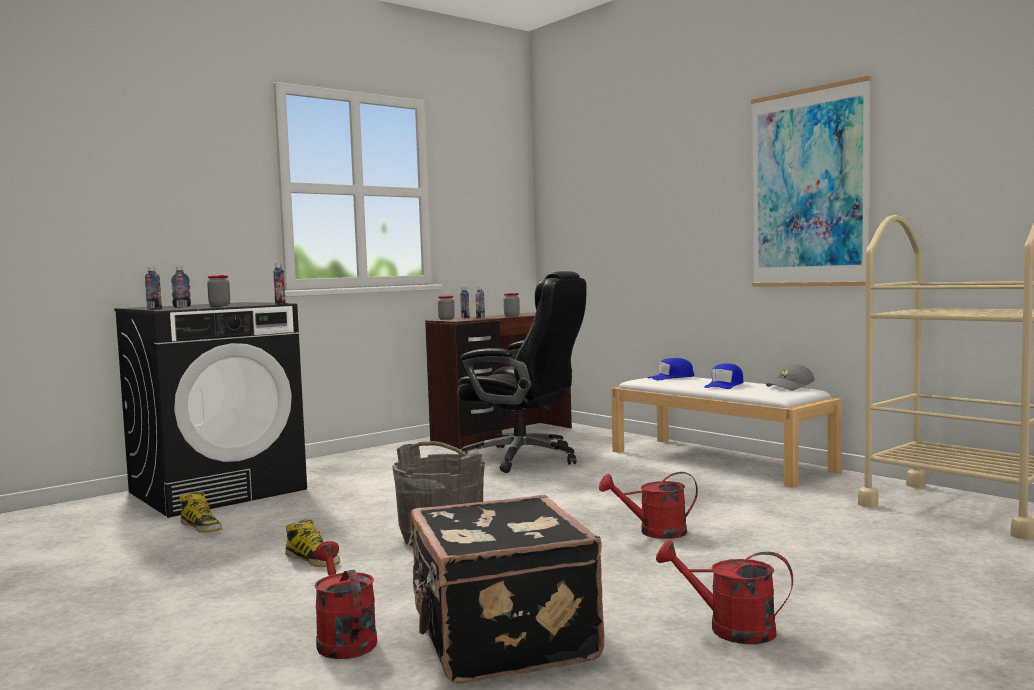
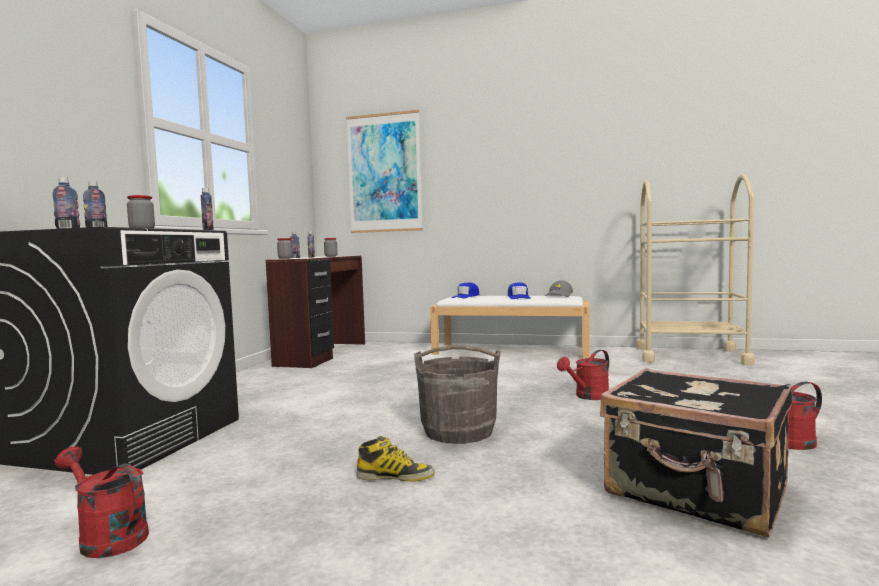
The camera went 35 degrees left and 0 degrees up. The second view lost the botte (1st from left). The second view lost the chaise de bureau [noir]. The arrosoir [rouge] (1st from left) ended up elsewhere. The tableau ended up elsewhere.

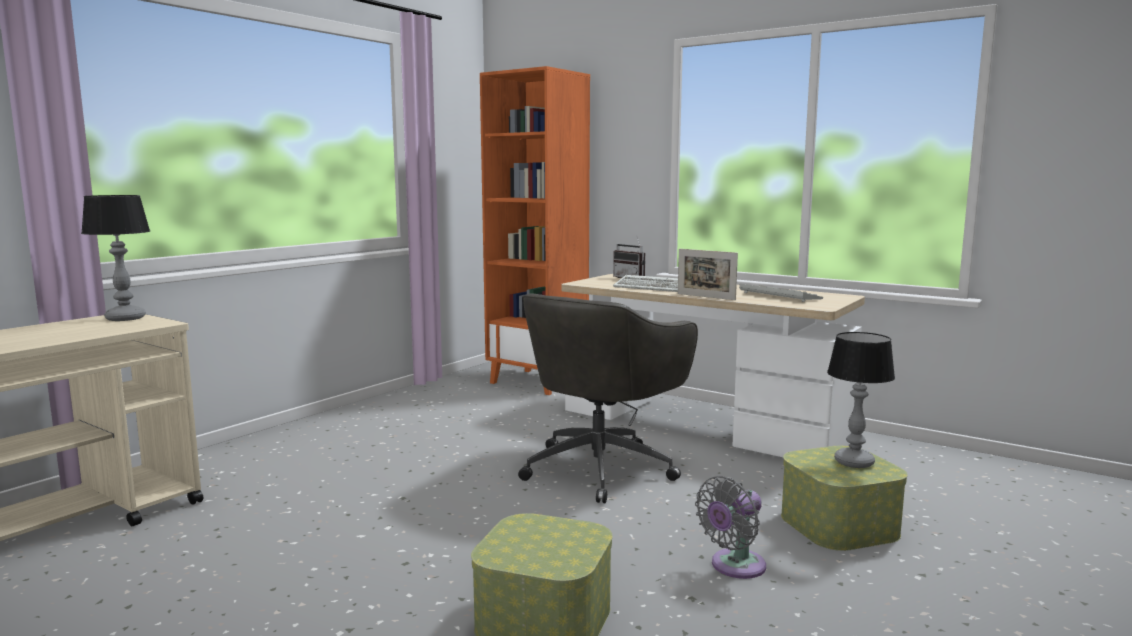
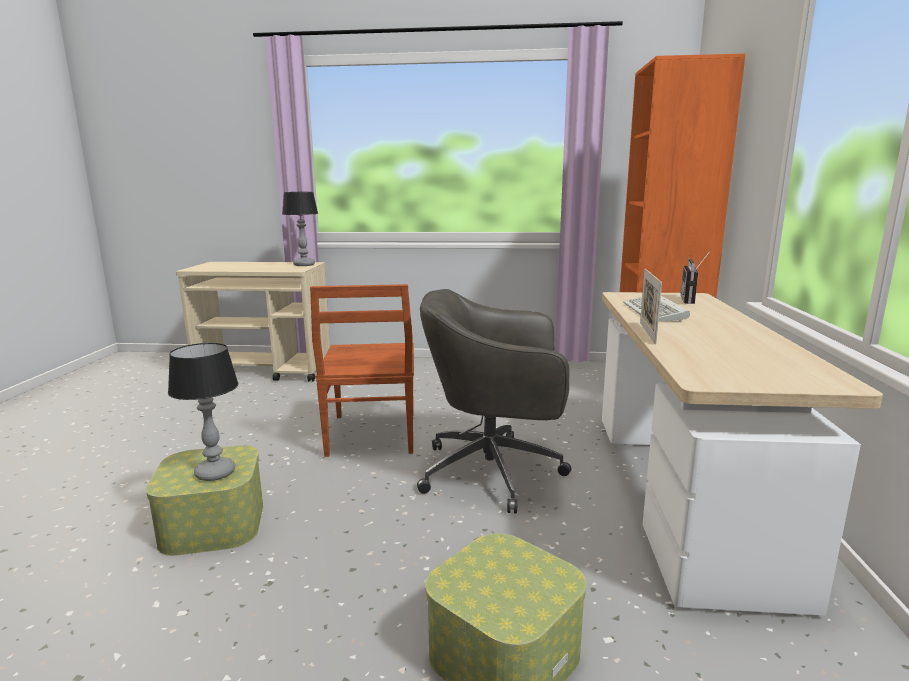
The camera went 60 degrees right and 5 degrees up. The second view lost the ventilateur [gris]. The second view lost the clavier (2nd from left). The second view gained the chaise [marron]. The lampe de table (2nd from left in the first image) ended up elsewhere.

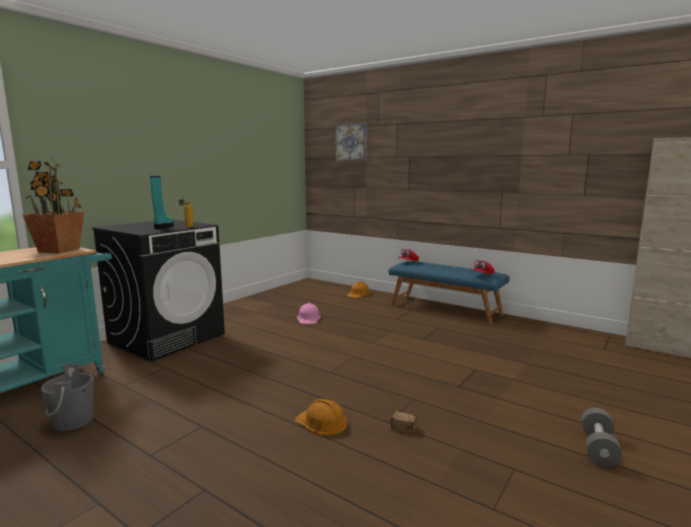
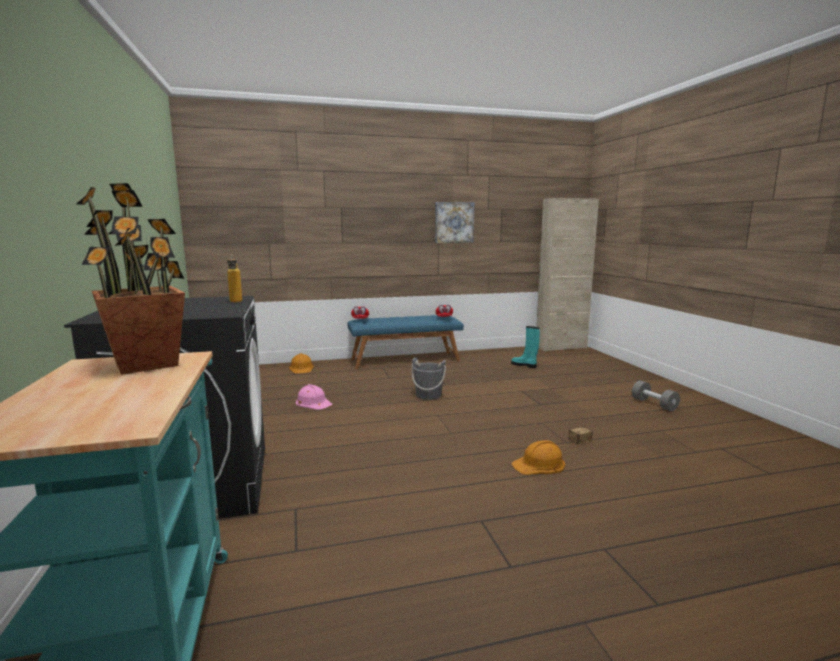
The camera went 50 degrees left and 0 degrees up. The seau [gris] ended up elsewhere. The botte [turquoise] ended up elsewhere. The tableau ended up elsewhere.

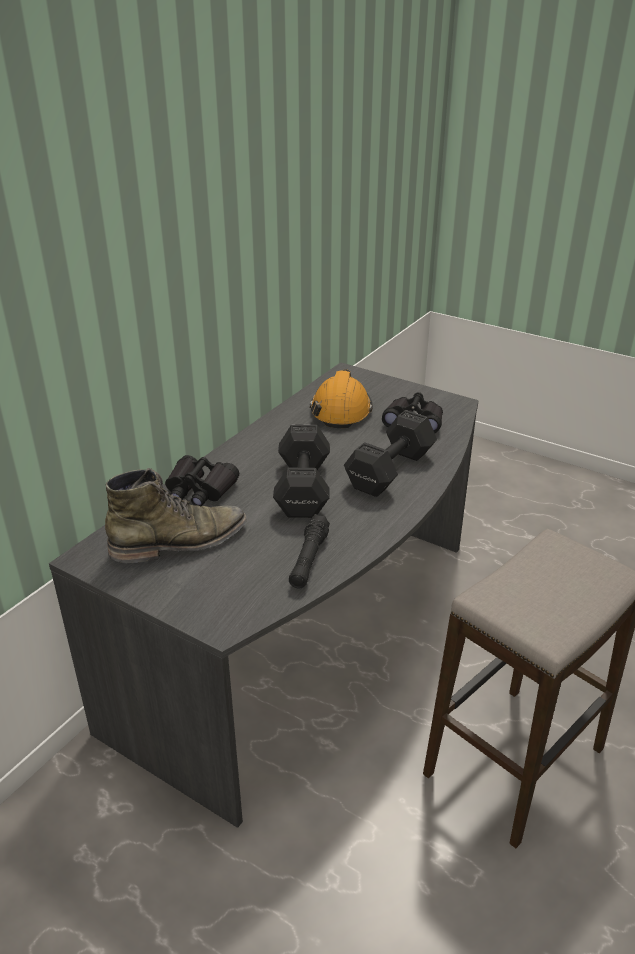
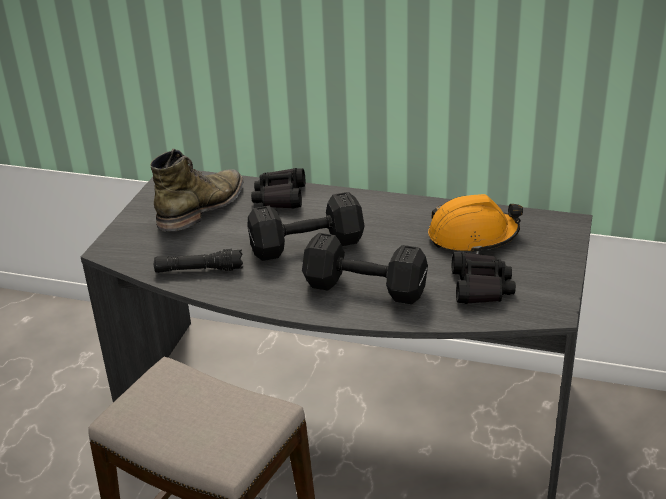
The camera went 75 degrees right and 0 degrees up. The botte [vert] ended up facing another way, 105 degrees counterclockwise from before.

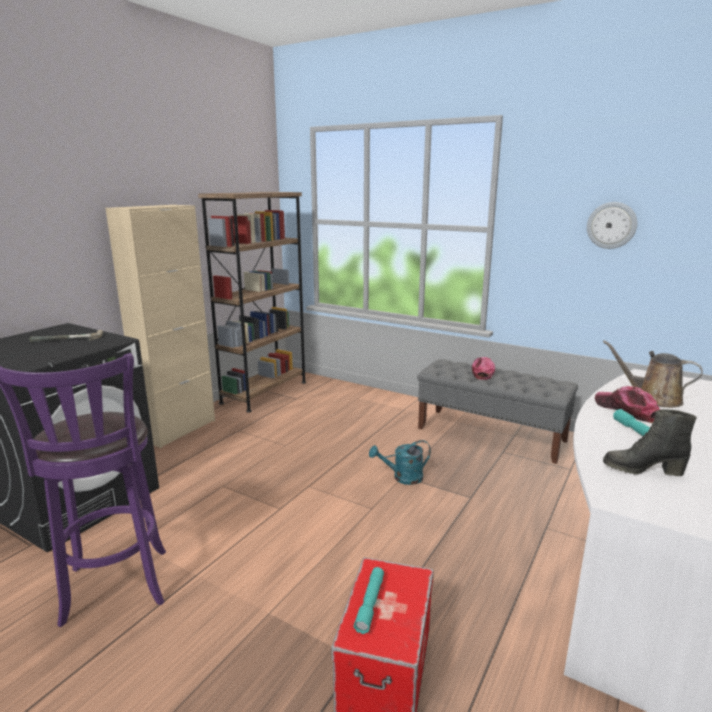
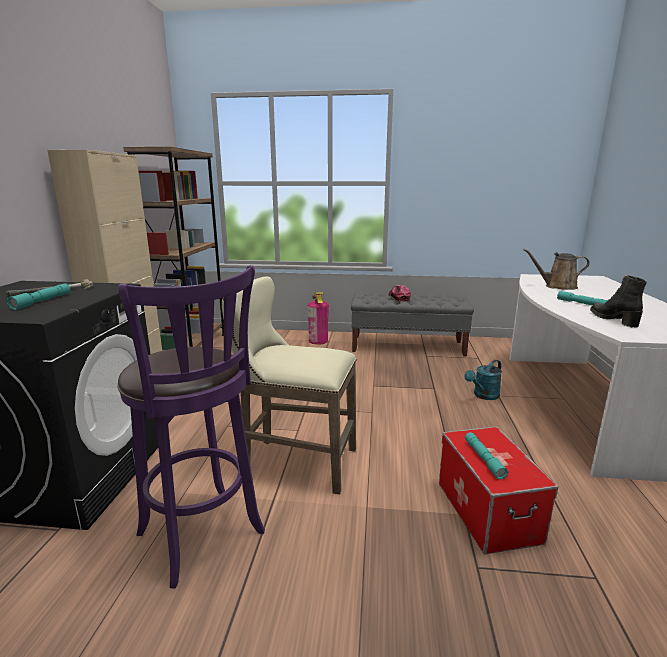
The camera went 25 degrees left and 0 degrees up. The second view lost the horloge murale. The second view lost the casquette (2nd from left). The second view gained the lampe de poche [turquoise] (1st from left). The second view gained the tabouret [beige]. The second view gained the extincteur. The arrosoir [turquoise] ended up elsewhere. The botte [noir] ended up facing another way, 90 degrees clockwise from before.

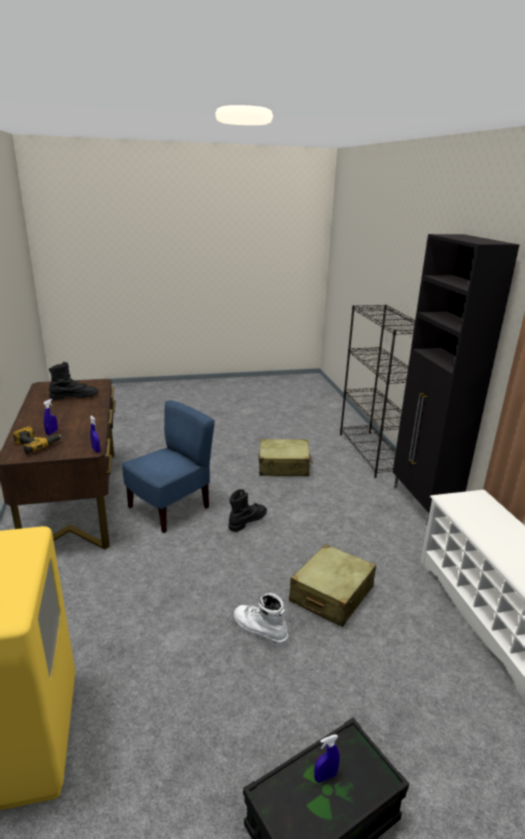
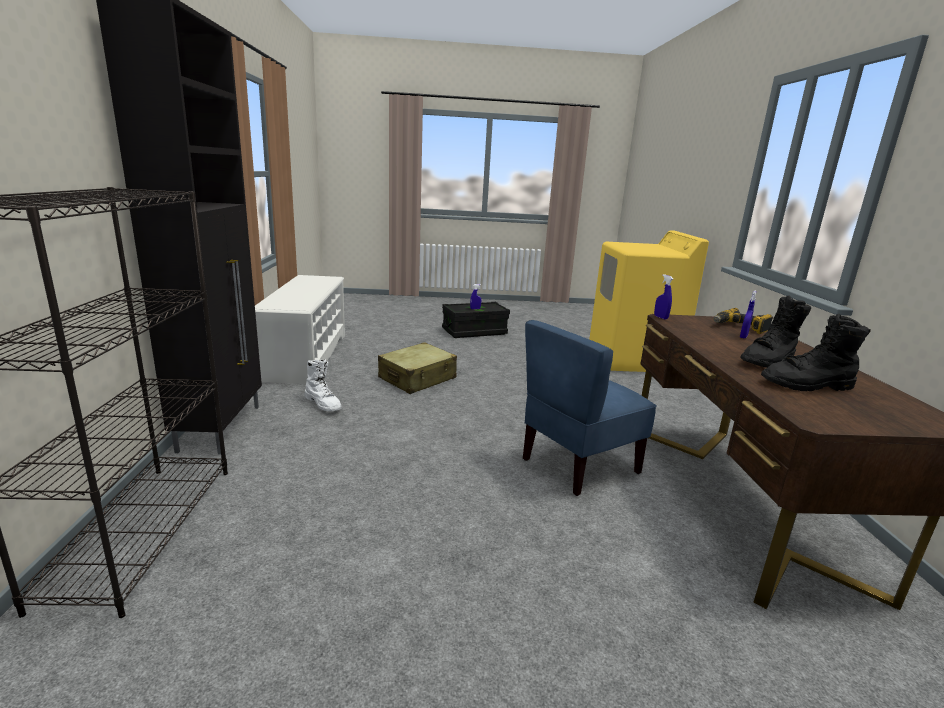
The camera went 170 degrees left and 5 degrees down. The second view lost the valise [beige] (1st from left). The botte [noir] (2nd from left in the first image) ended up elsewhere. The botte [blanc] ended up elsewhere.

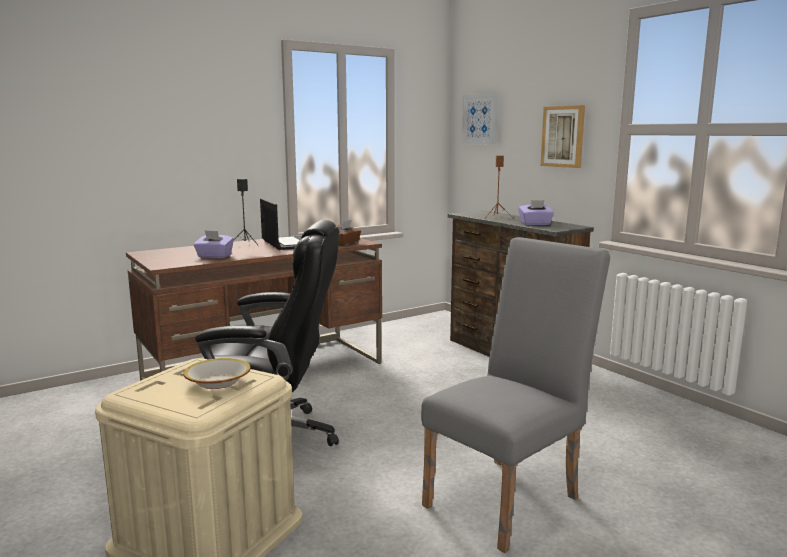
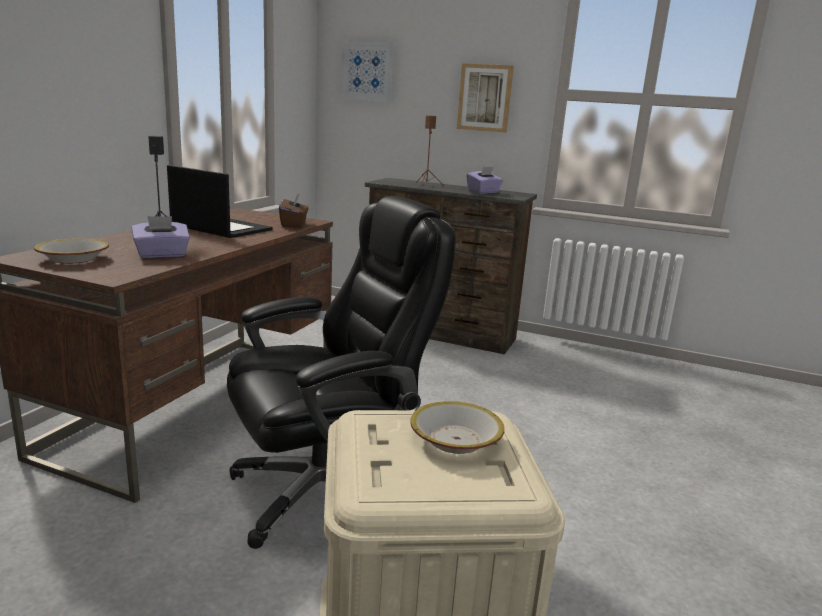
The camera went 35 degrees left and 5 degrees up. The second view lost the chaise [gris]. The second view gained the bol (1st from left).

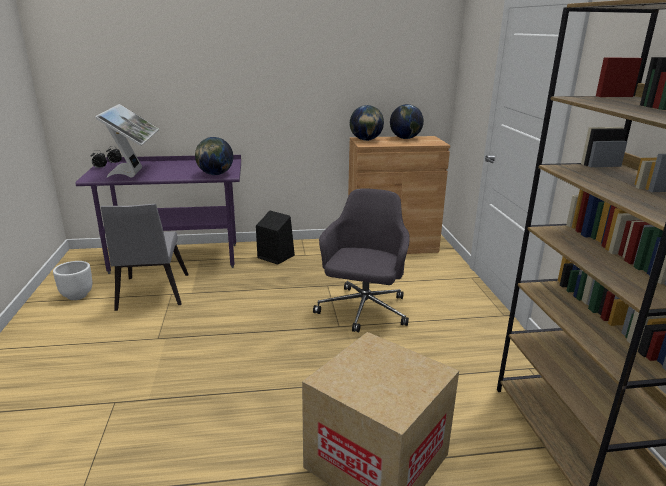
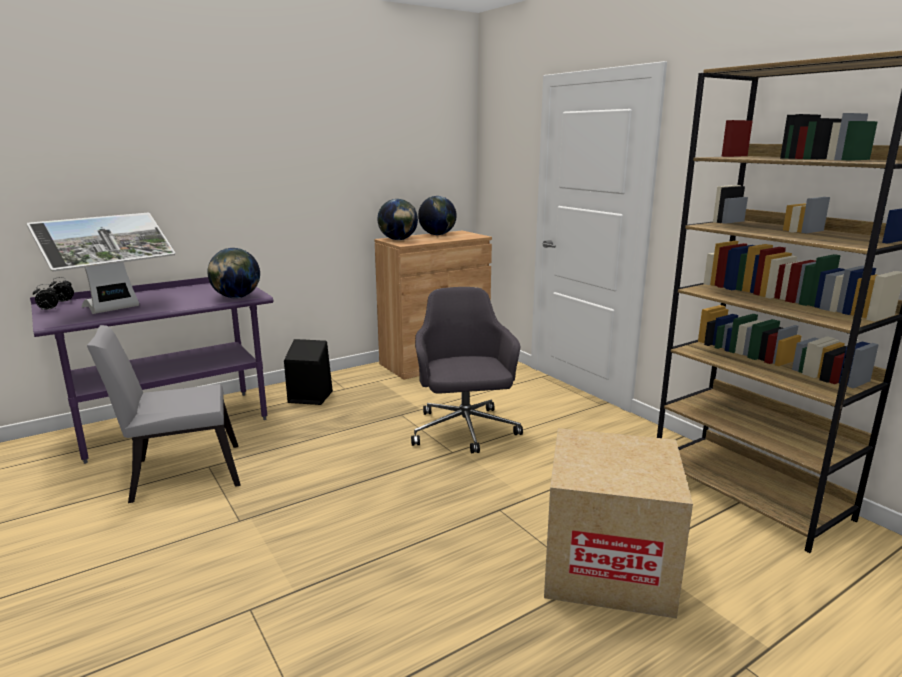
The camera went 25 degrees left and 5 degrees down. The second view lost the cache-pot [blanc]. The écran d'ordinateur ended up facing another way, 75 degrees clockwise from before. The chaise [gris] ended up facing another way, 105 degrees clockwise from before.

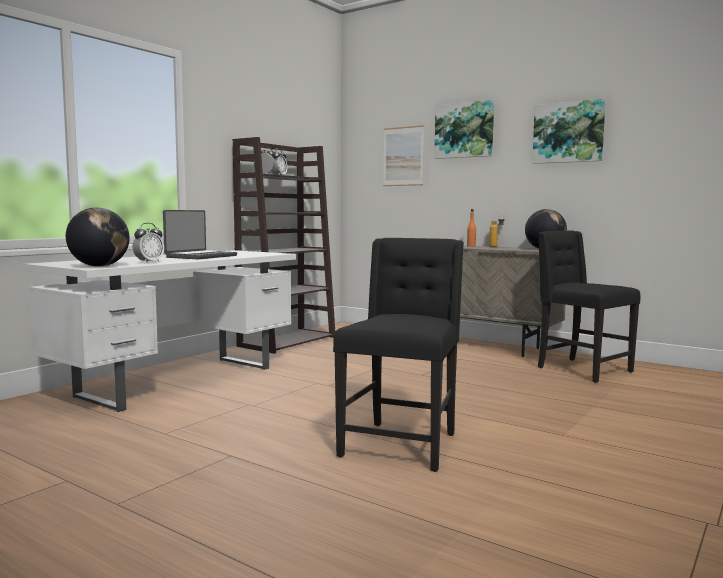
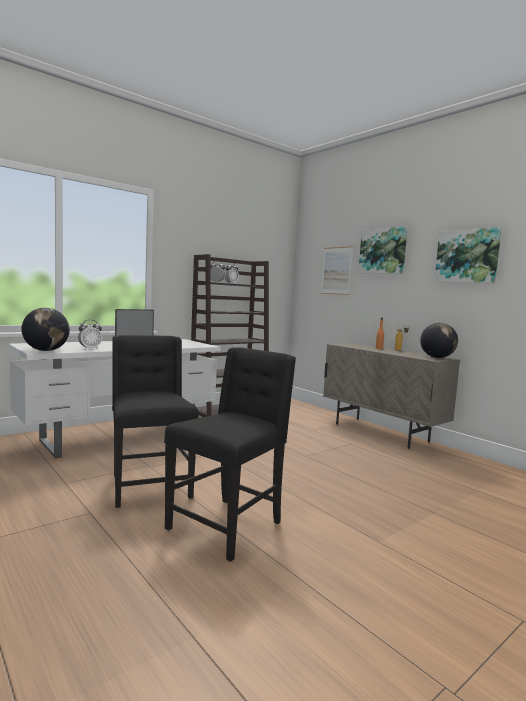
The camera went 15 degrees right and 0 degrees up. The chaise [noir] (2nd from left in the first image) ended up elsewhere.

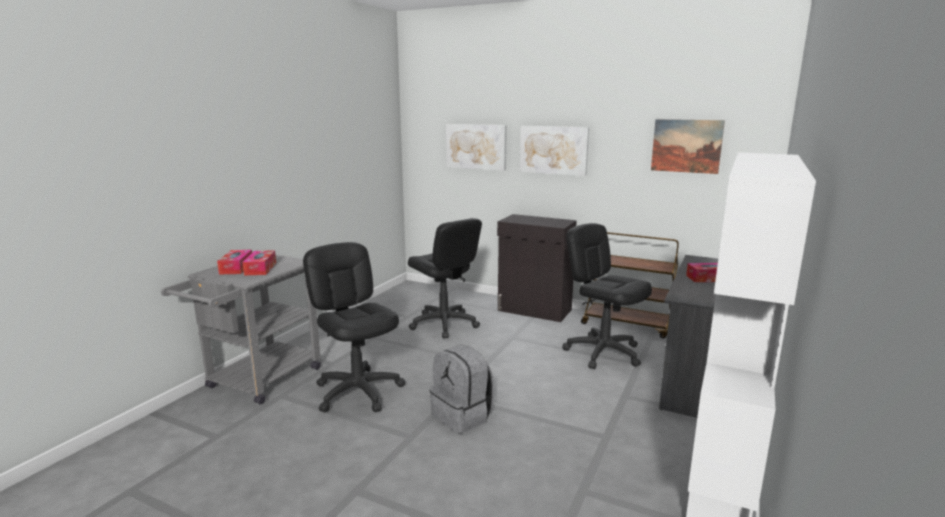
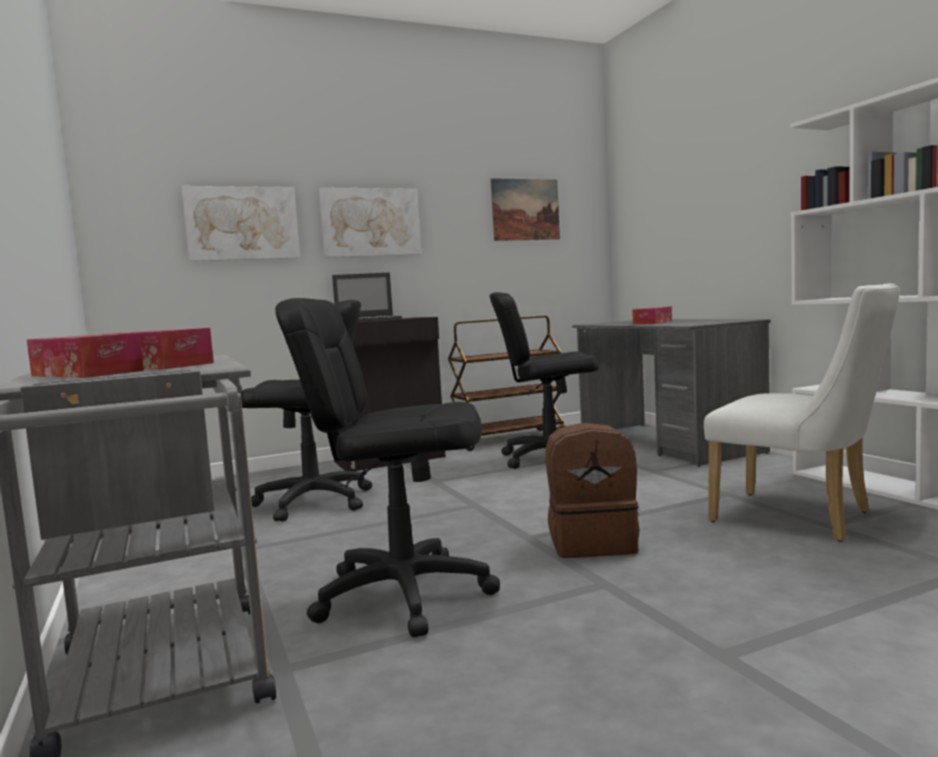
The camera went 50 degrees left and 10 degrees down. The second view gained the ordinateur portable. The second view gained the chaise [blanc]. What was the sac à dos [gris] turned into the sac à dos [marron].

